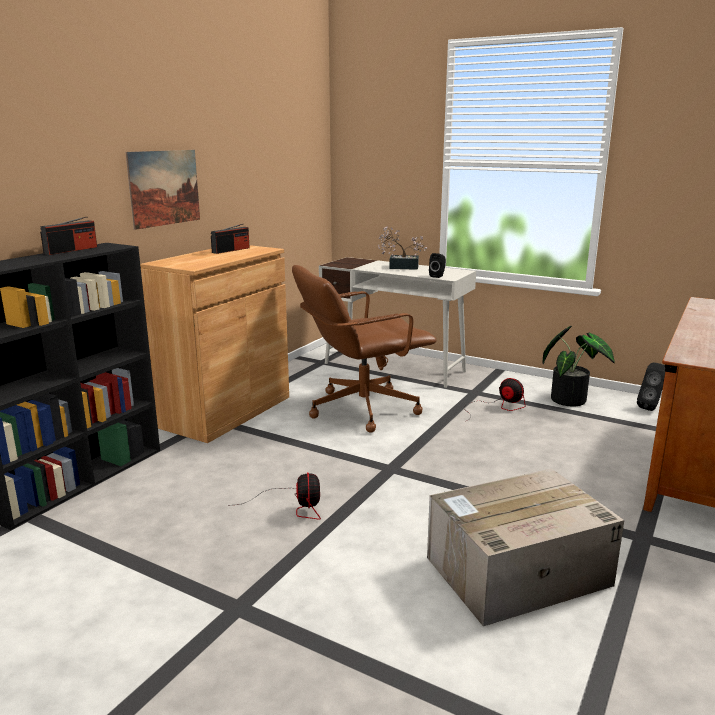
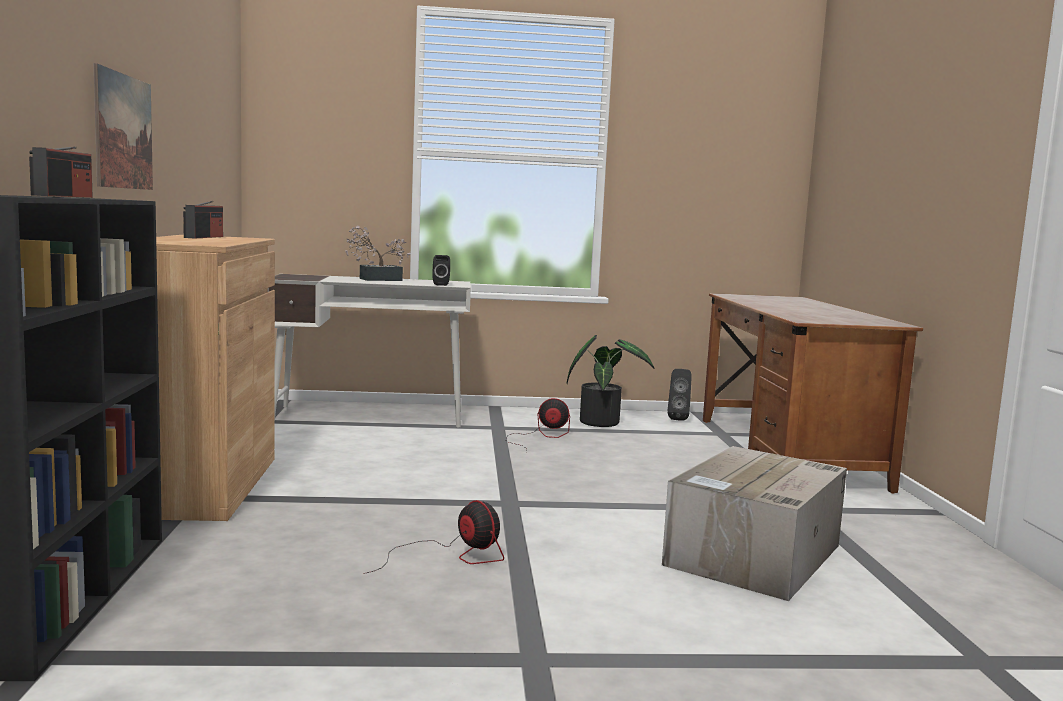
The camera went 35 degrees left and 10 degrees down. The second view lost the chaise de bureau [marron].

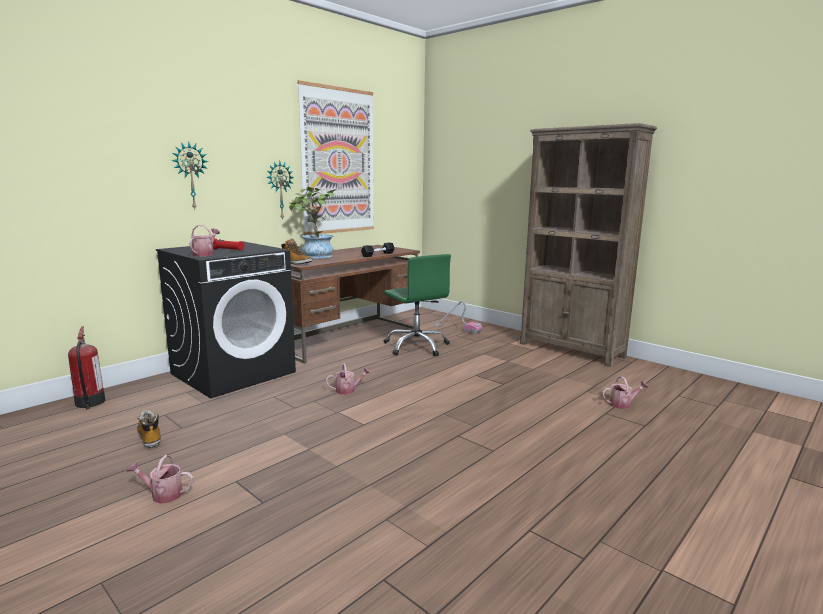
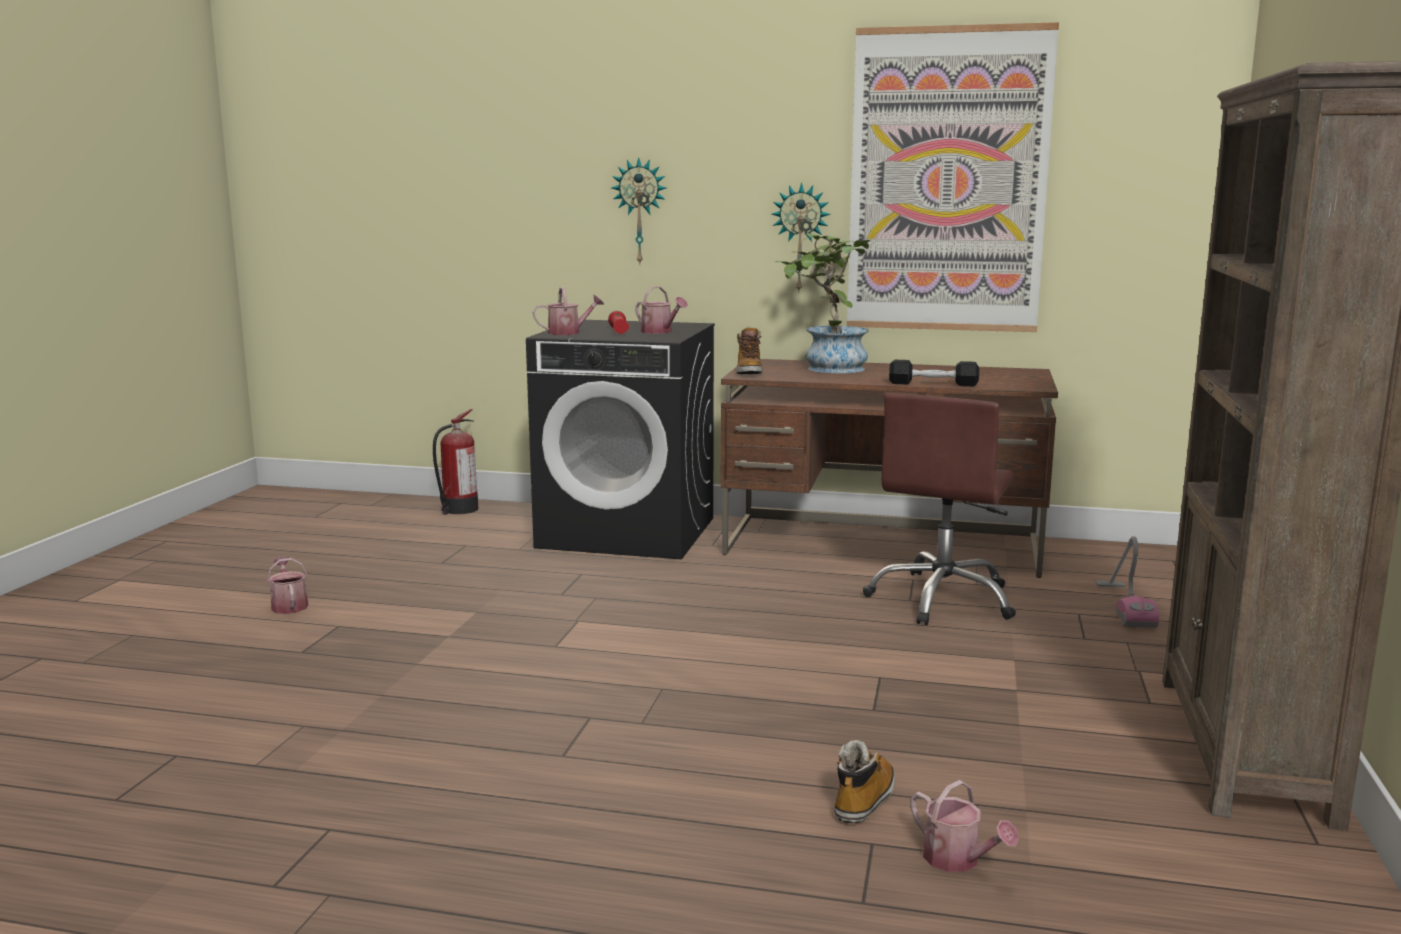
The camera went 60 degrees right and 0 degrees up. The botte (1st from left in the first image) ended up elsewhere. The arrosoir (3rd from left) ended up elsewhere. What was the chaise de bureau [vert] turned into the chaise de bureau [marron].

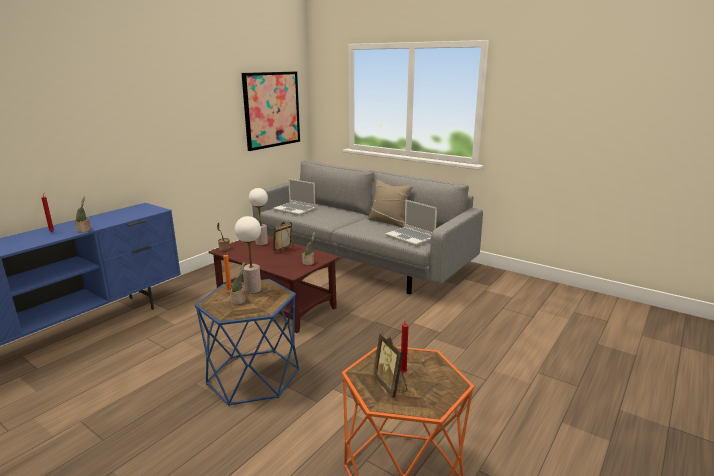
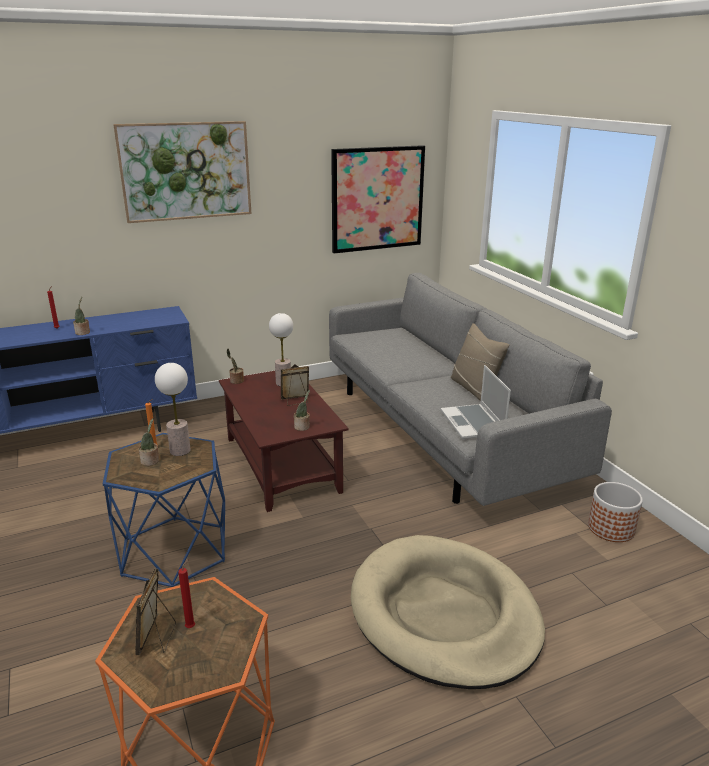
The camera went 30 degrees right and 5 degrees up. The second view lost the ordinateur portable (1st from left). The second view gained the tableau (1st from left). The second view gained the panier pour chien [beige]. The second view gained the cache-pot.

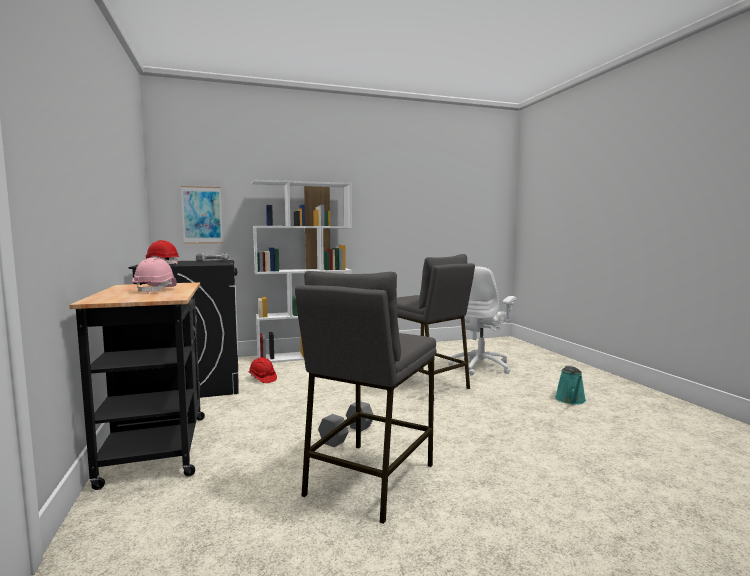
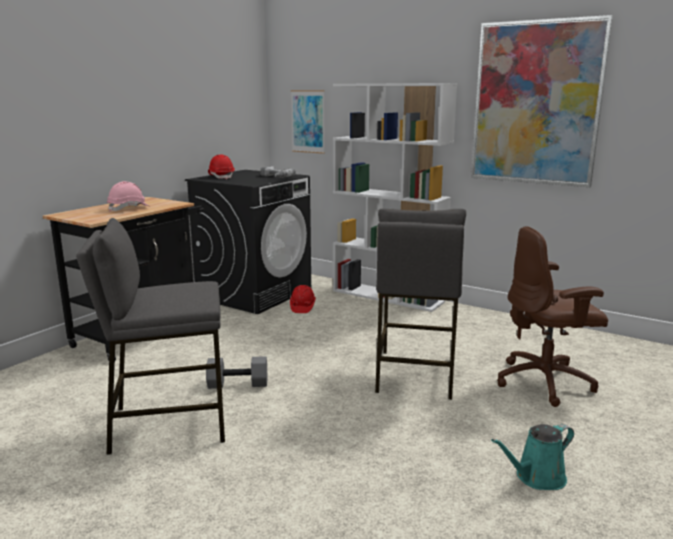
The camera went 50 degrees right and 10 degrees up. The second view gained the tableau (2nd from left). What was the chaise de bureau [blanc] turned into the chaise de bureau [marron].

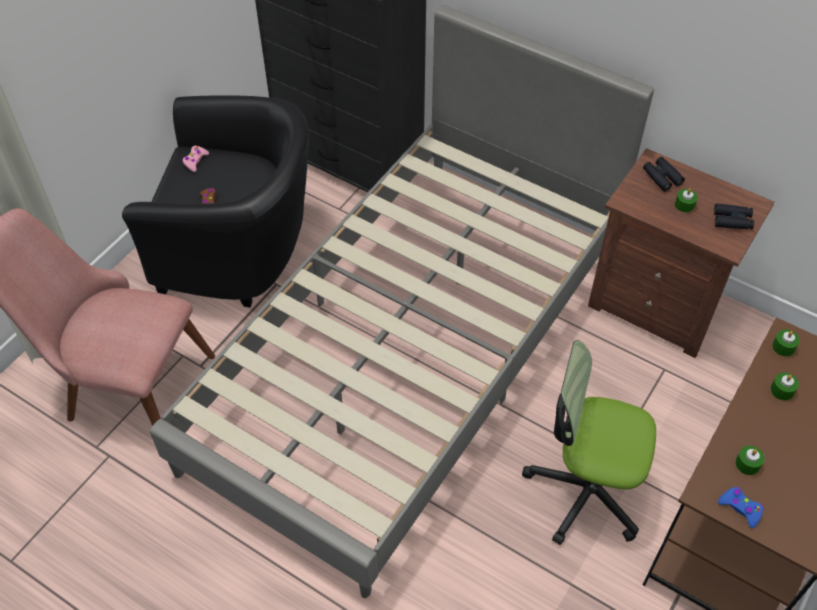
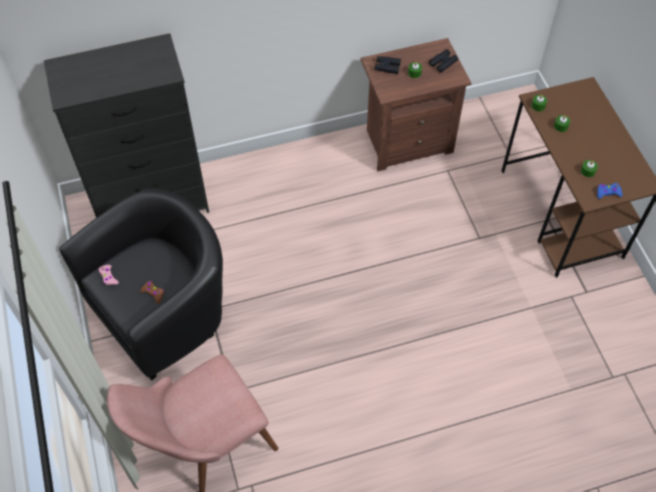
The camera went 50 degrees left and 5 degrees up. The second view lost the lit [gris]. The second view lost the chaise de bureau.

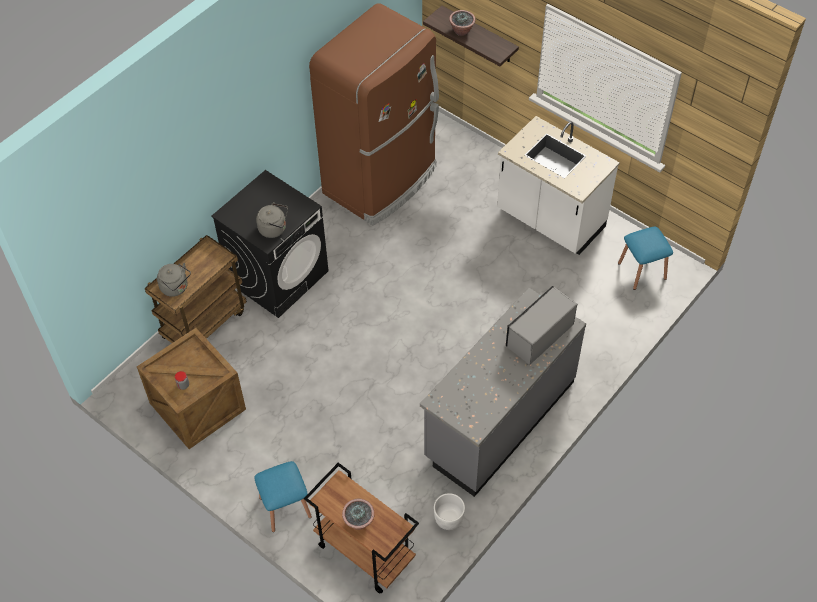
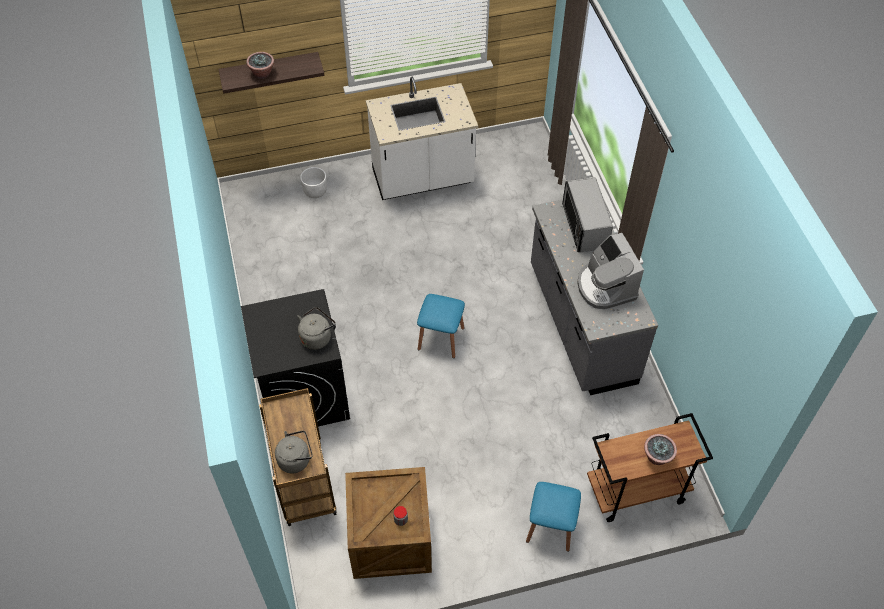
The camera went 55 degrees left and 0 degrees up. The second view lost the réfrigérateur [marron]. The second view gained the machine à café. The cache-pot [blanc] ended up elsewhere. The tabouret [bleu] (2nd from left in the first image) ended up elsewhere.

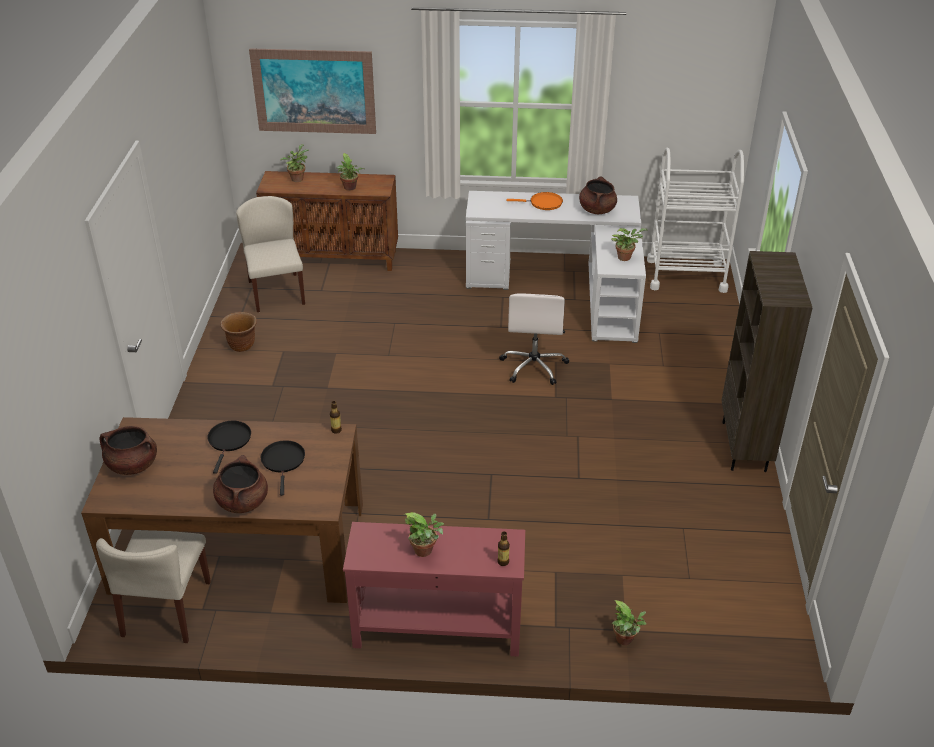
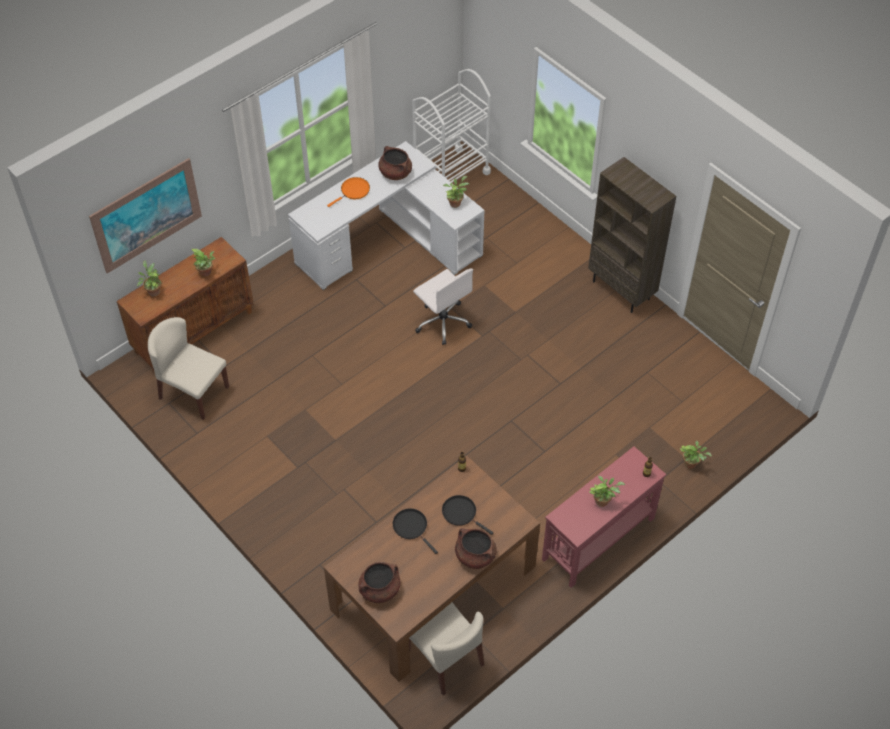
The camera went 45 degrees left and 15 degrees up. The second view lost the cache-pot [marron].

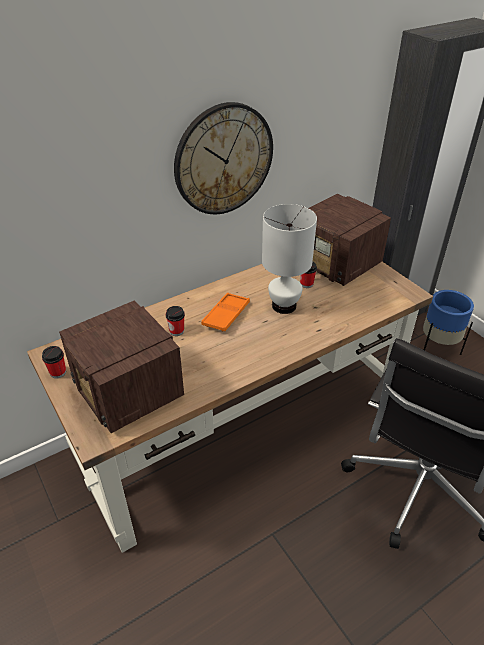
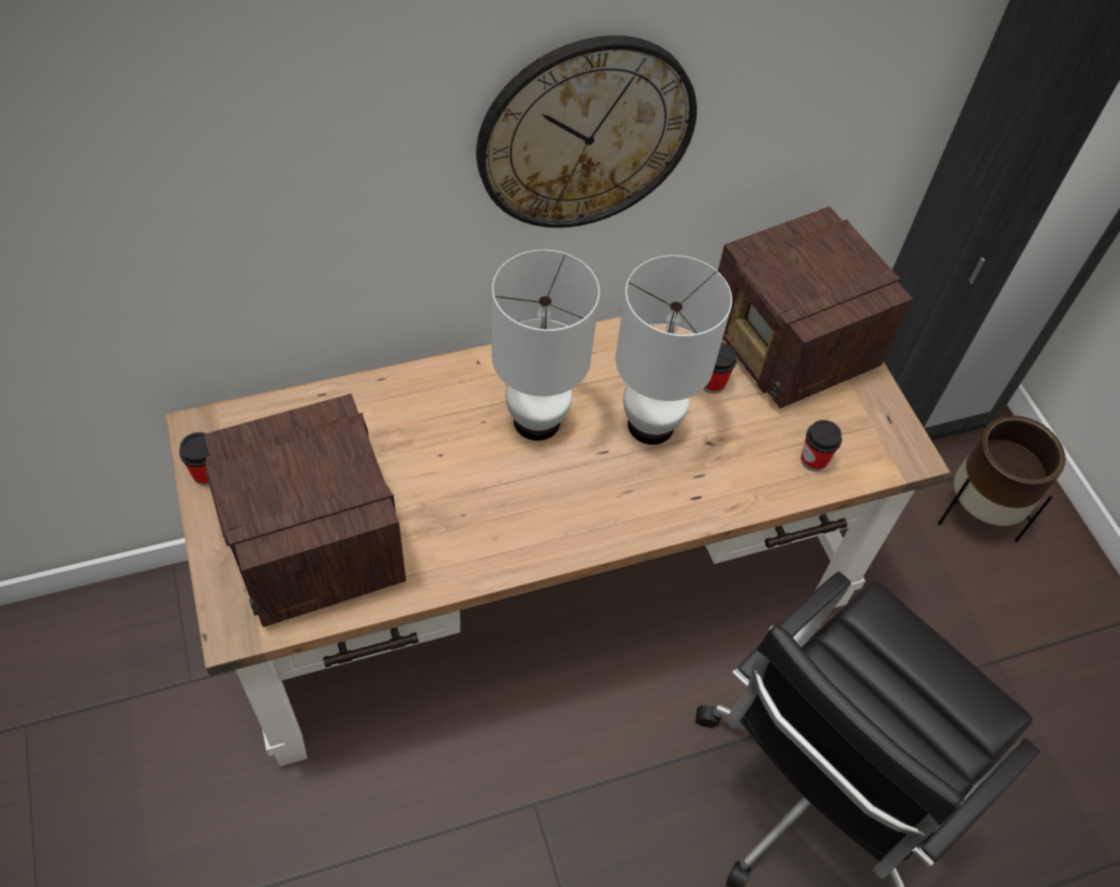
The camera went 10 degrees right and 15 degrees up. The tasse (2nd from left in the first image) ended up elsewhere. Where the plateau [orange] stood, the lampe de table [blanc] (1st from left) came to stand. What was the cache-pot [bleu] turned into the cache-pot [marron].

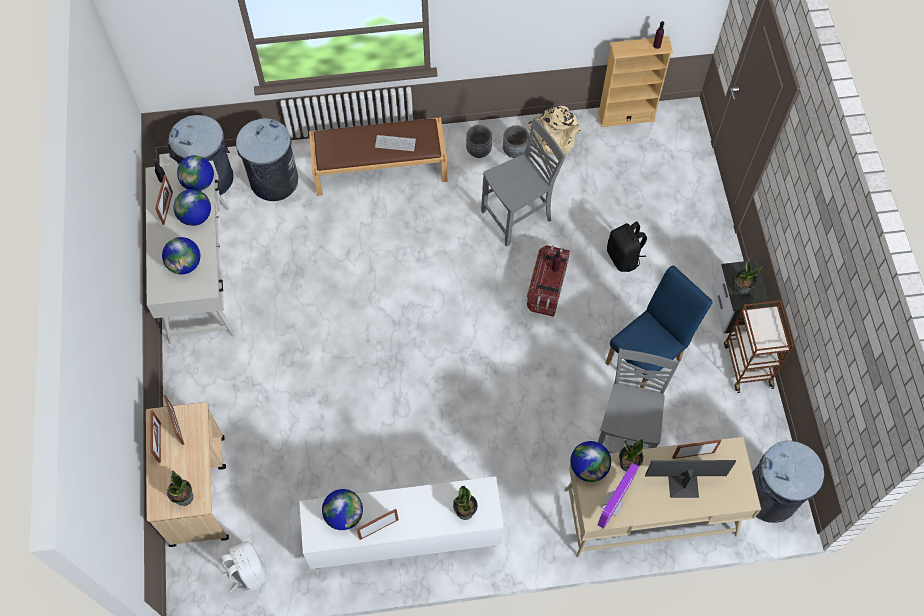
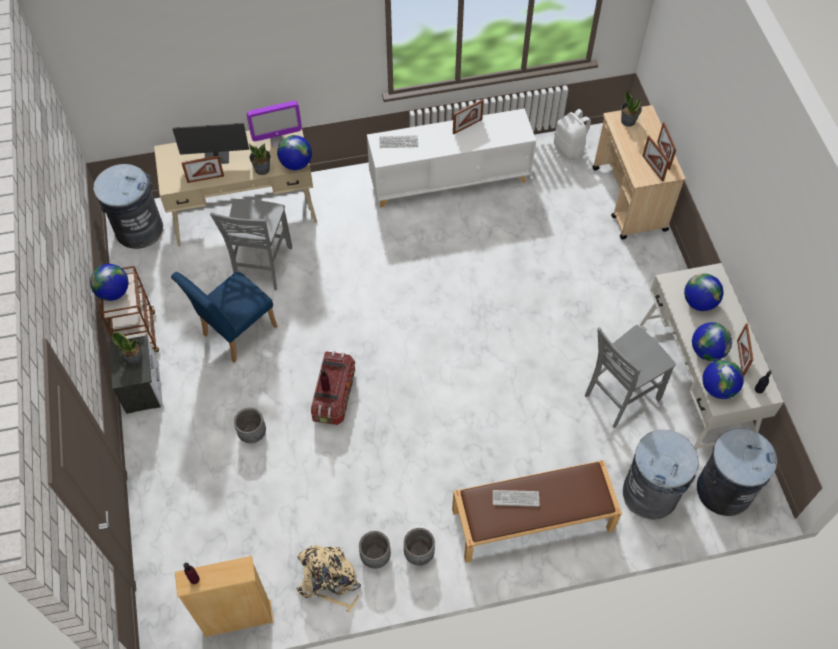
The camera went 175 degrees right and 5 degrees down. The globe (4th from left in the first image) ended up elsewhere. The chaise [gris] (1st from left in the first image) ended up elsewhere. Where the plante en pot (2nd from left) stood, the clavier (1st from left) came to stand. Where the sac à dos [noir] stood, the cache-pot [gris] (1st from left) came to stand. The écran d'ordinateur (1st from left in the first image) ended up facing another way, 135 degrees counterclockwise from before.

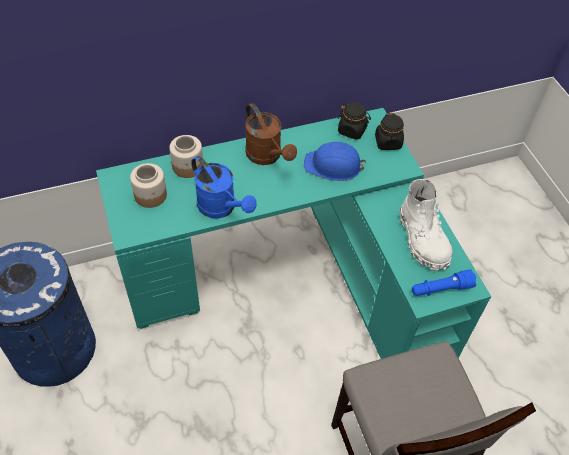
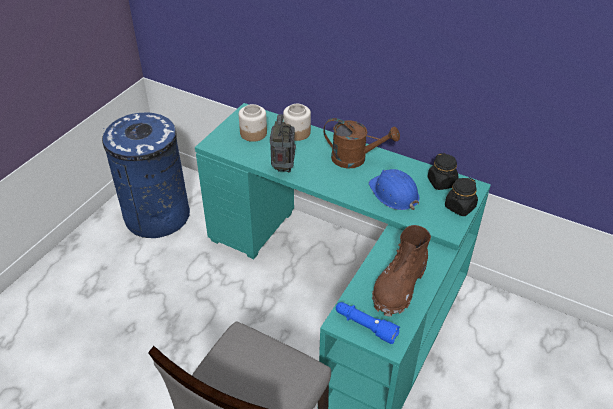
The camera went 50 degrees right and 10 degrees down. Where the arrosoir [bleu] stood, the radio came to stand. What was the botte [blanc] turned into the botte [marron]. The arrosoir [marron] ended up facing another way, 90 degrees counterclockwise from before.

